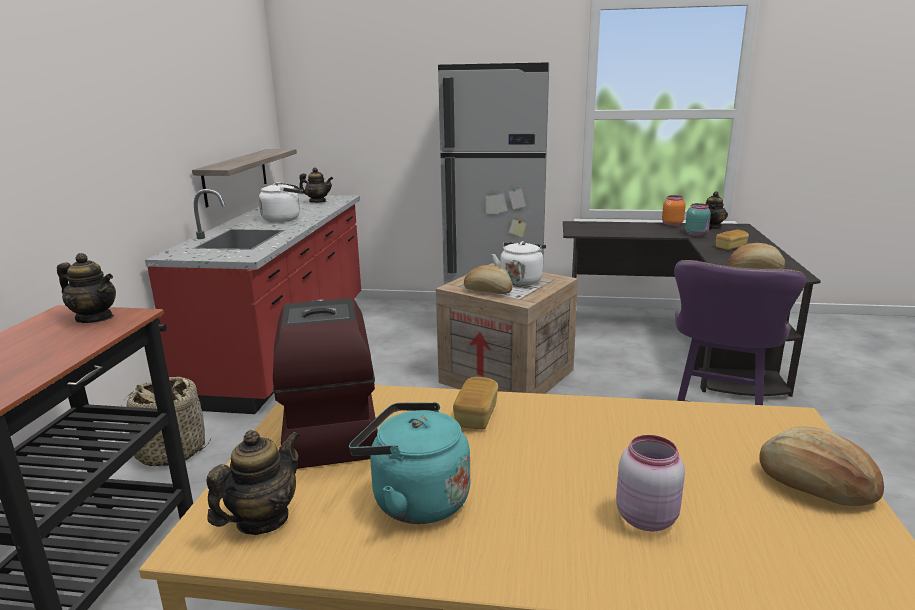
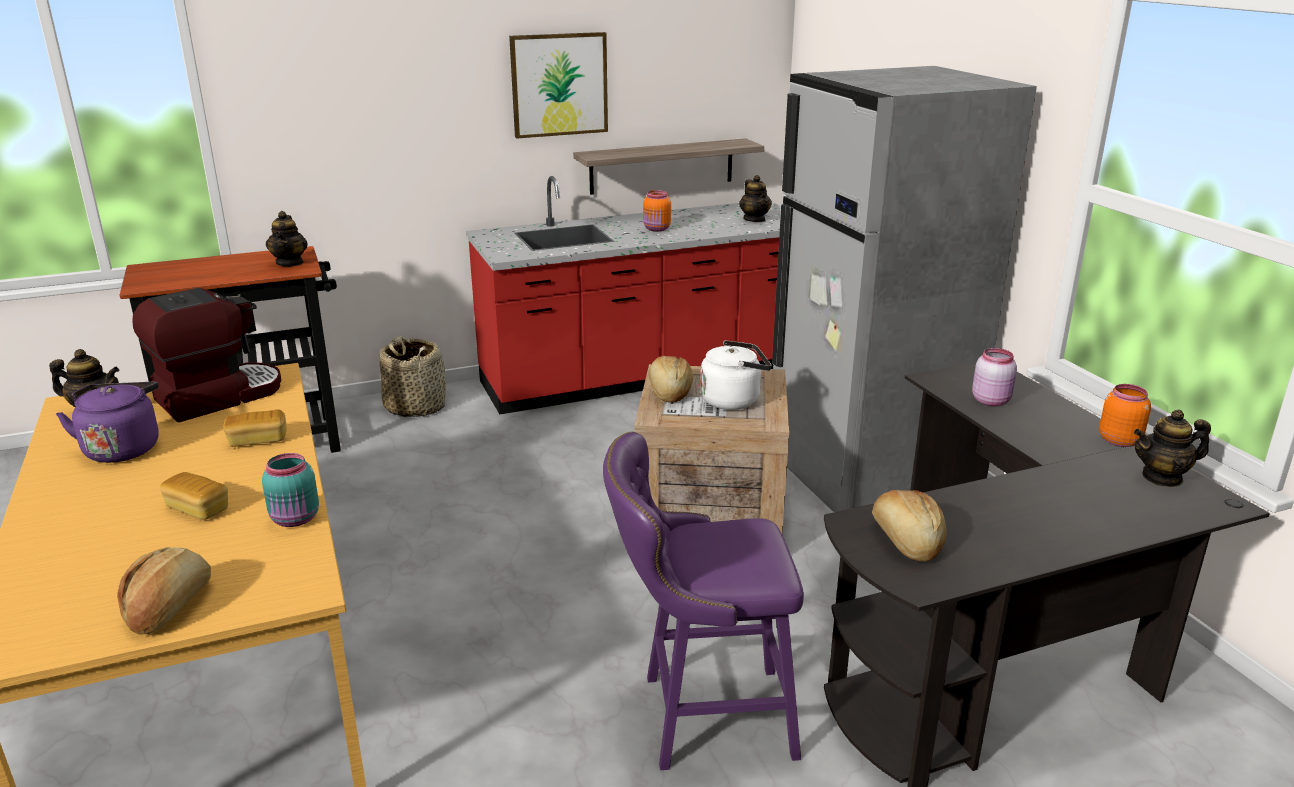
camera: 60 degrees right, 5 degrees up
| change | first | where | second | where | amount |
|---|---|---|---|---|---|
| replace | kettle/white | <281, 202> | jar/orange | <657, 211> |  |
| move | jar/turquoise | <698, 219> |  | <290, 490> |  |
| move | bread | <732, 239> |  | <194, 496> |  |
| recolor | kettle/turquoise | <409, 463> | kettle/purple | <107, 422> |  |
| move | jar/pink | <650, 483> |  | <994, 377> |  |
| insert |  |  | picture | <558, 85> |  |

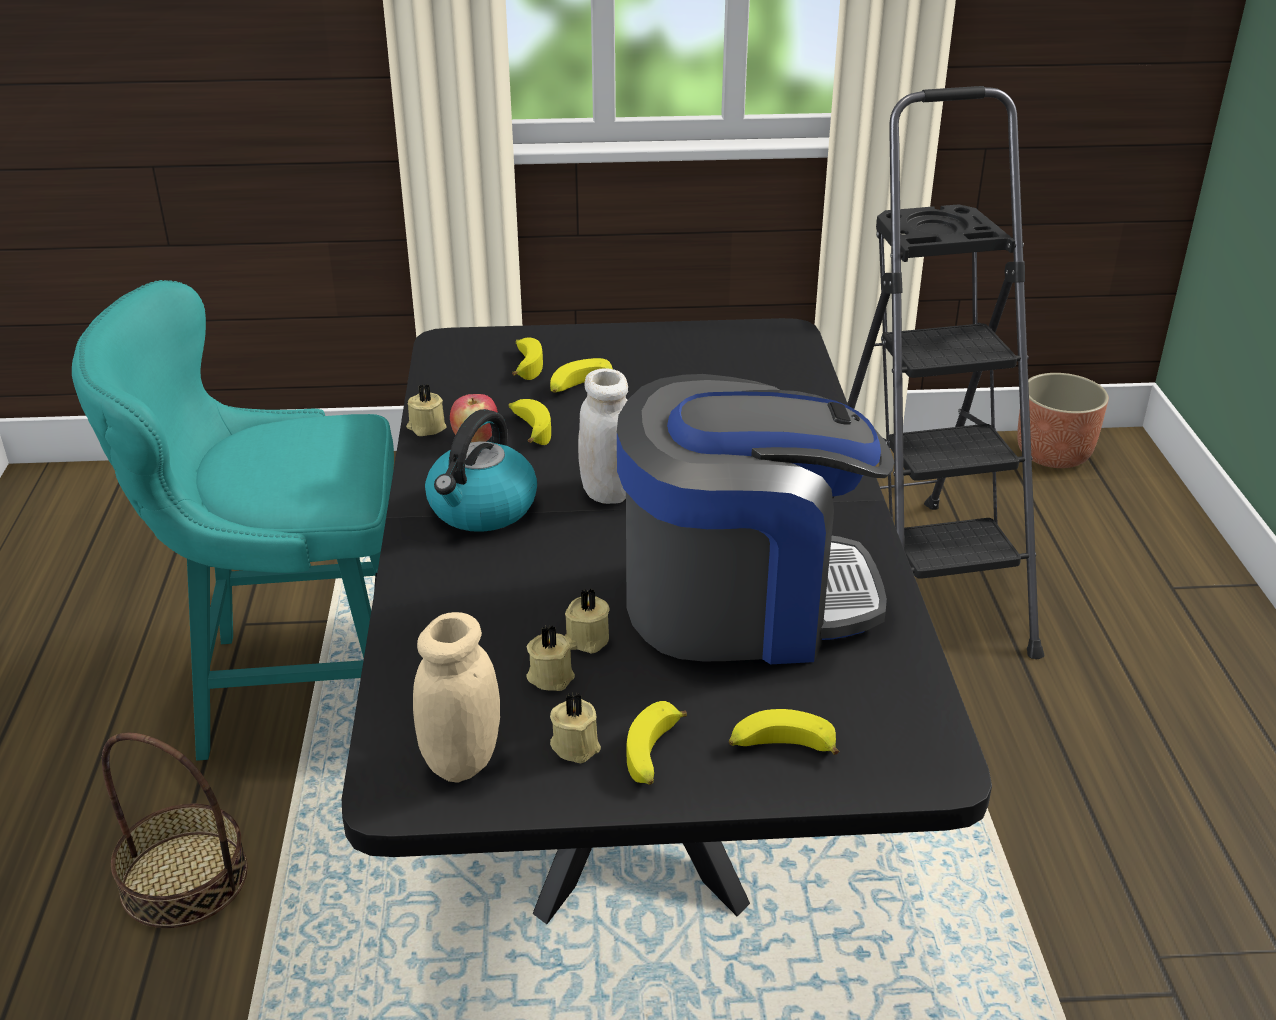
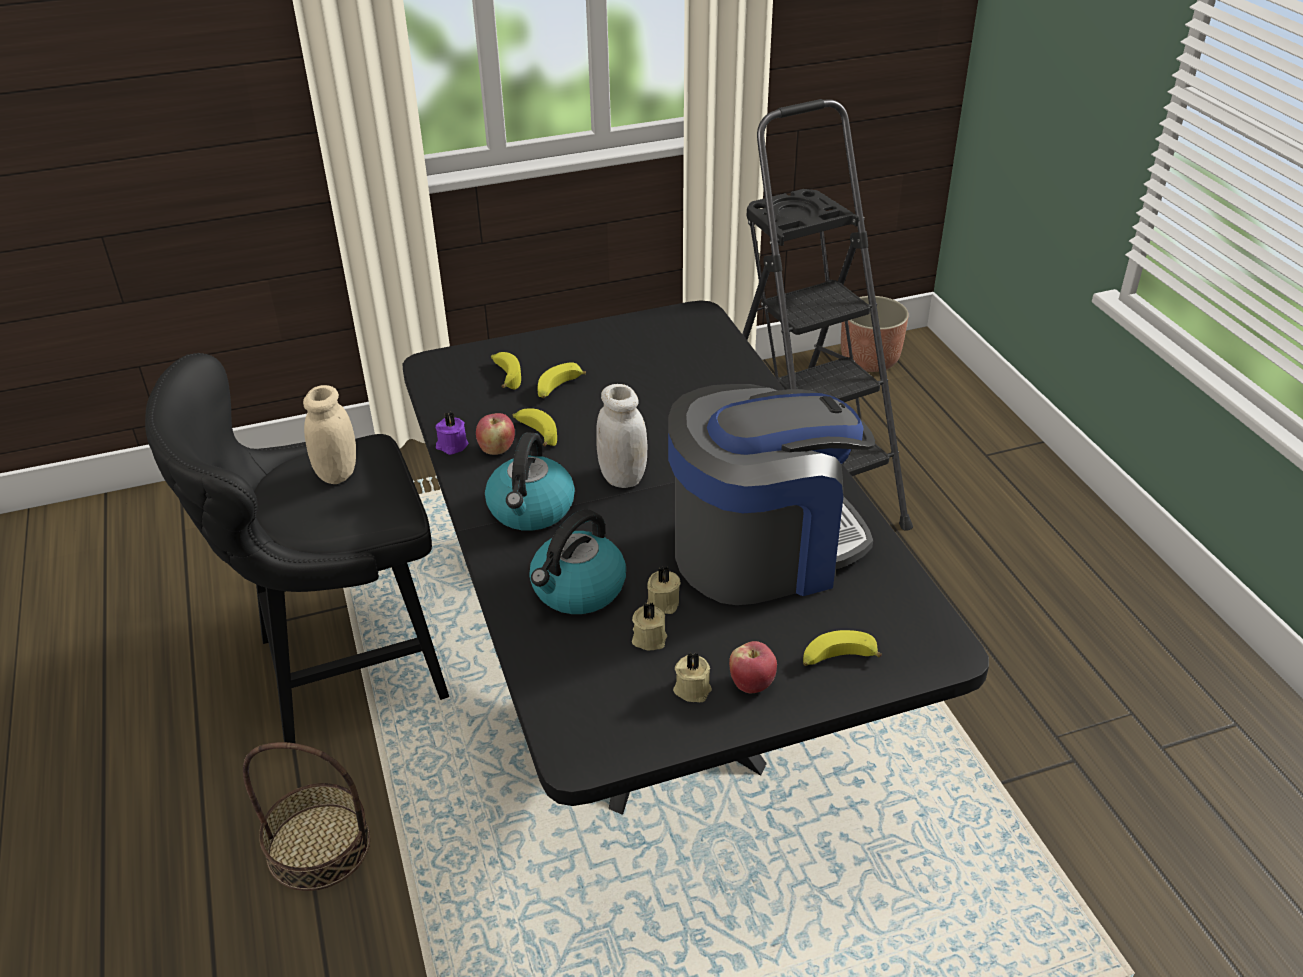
camera: 15 degrees left, 5 degrees up
| change | first | where | second | where | amount |
|---|---|---|---|---|---|
| recolor | stool/turquoise | <233, 520> | stool/black | <297, 548> |  |
| recolor | candle/beige | <426, 410> | candle/purple | <451, 433> |  |
| move | jar/beige | <456, 697> |  | <329, 434> |  |
| replace | banana | <656, 743> | apple | <753, 667> |  |
| insert |  |  | kettle | <577, 561> |  |

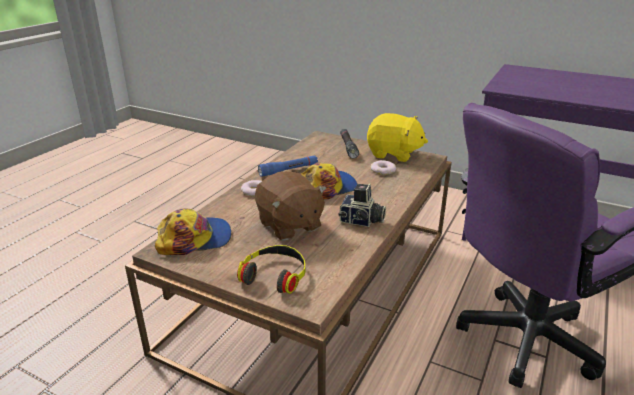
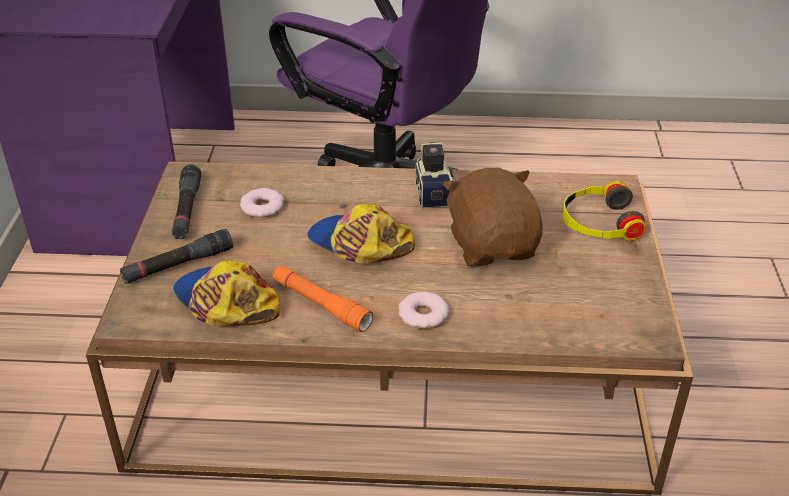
camera: 115 degrees left, 10 degrees up
| change | first | where | second | where | amount |
|---|---|---|---|---|---|
| replace | plush toy/yellow | <397, 137> | flashlight/black | <186, 202> |  |
| recolor | flashlight/blue | <288, 166> | flashlight/orange | <323, 298> |  |
| rotate | plush toy/brown | <291, 206> |  | <493, 217> | 45 degrees counterclockwise |
| move | cap | <193, 231> |  | <226, 293> |  |

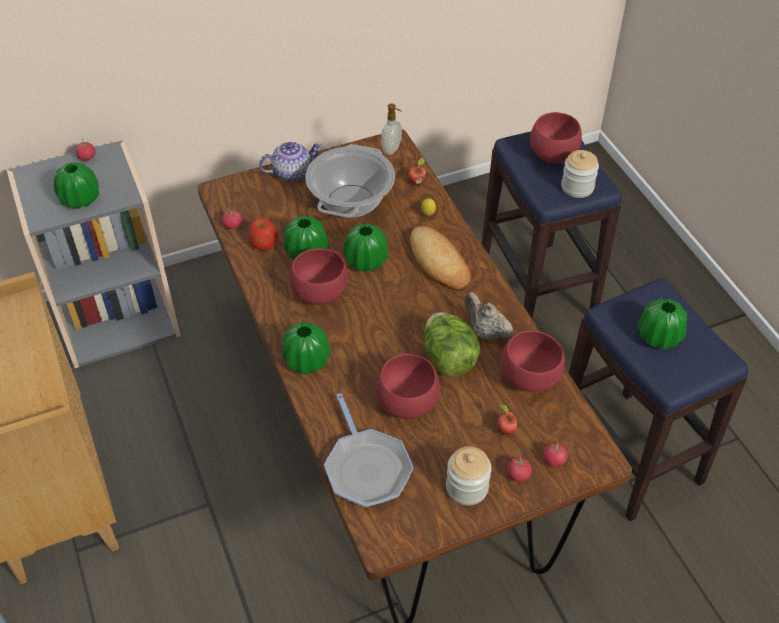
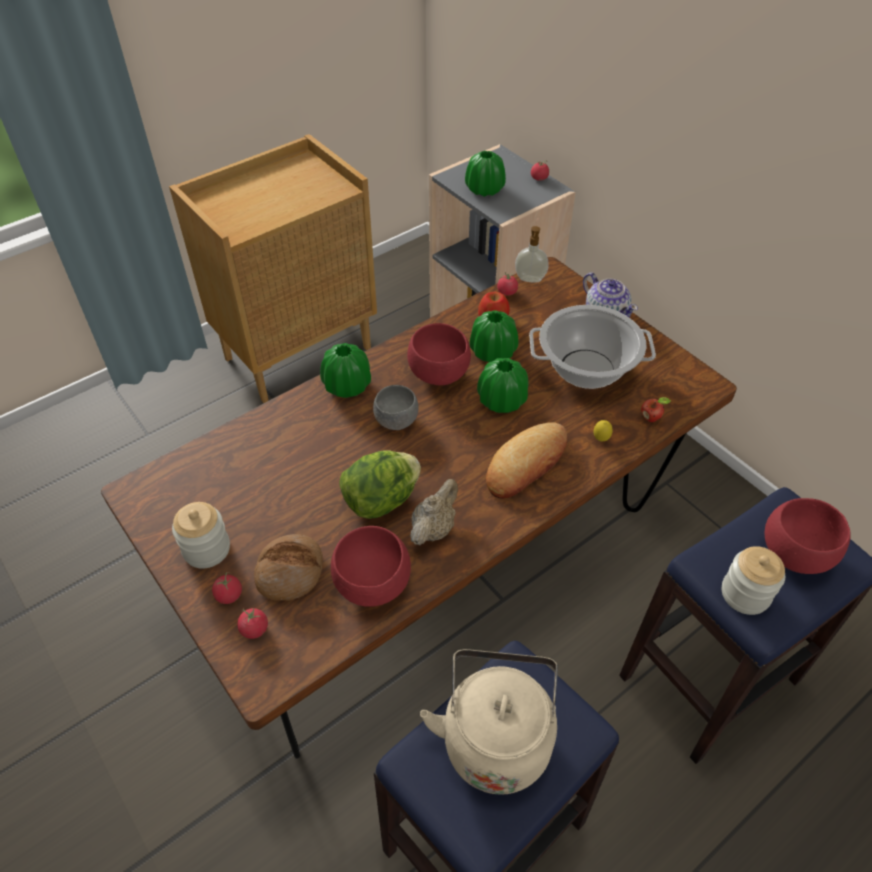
camera: 75 degrees right, 0 degrees up
| change | first | where | second | where | amount |
|---|---|---|---|---|---|
| move | soap dispenser | <391, 129> |  | <532, 254> |  |
| replace | vase/green | <662, 323> | kettle/beige | <489, 722> |  |
| delete | bowl/red | <408, 386> |  |  |  |
| delete | frying pan | <368, 450> |  |  |  |
| replace | apple | <507, 420> | bread | <288, 567> |  |
| insert |  |  | bowl/grey | <396, 407> |  |

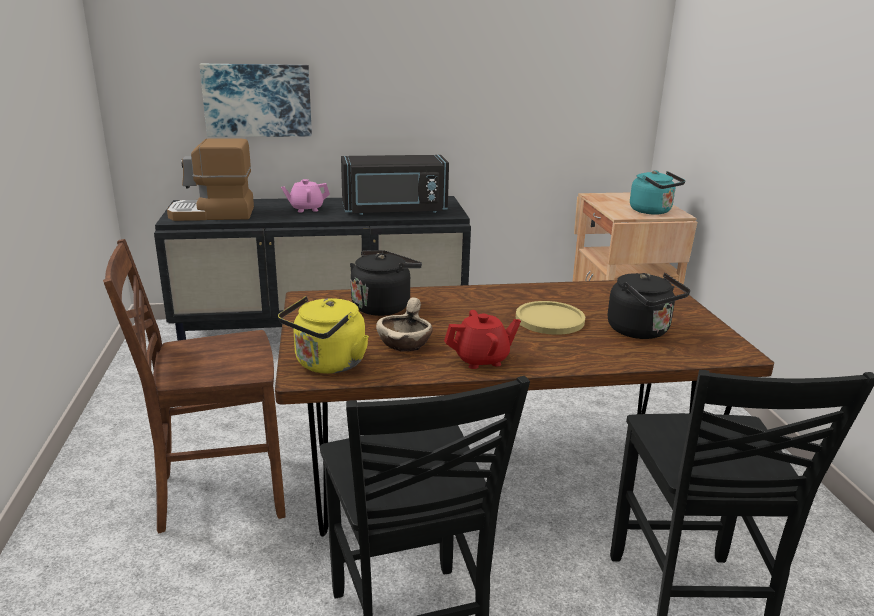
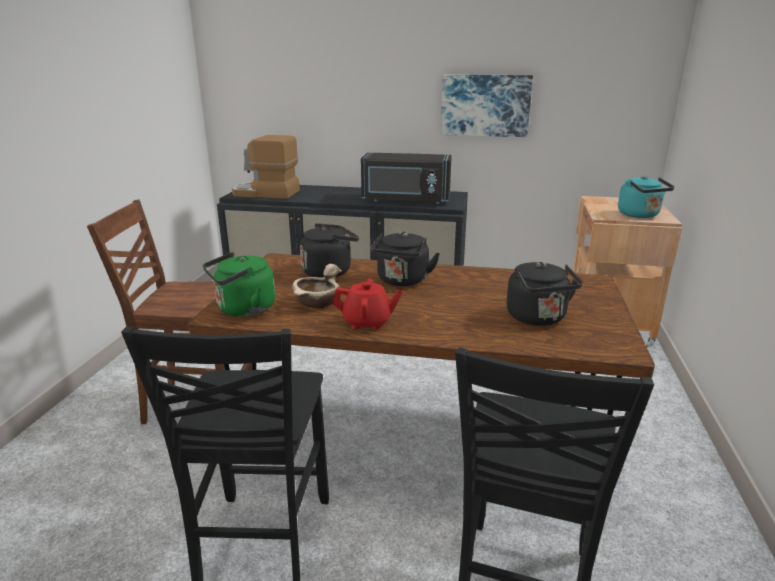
camera: 20 degrees right, 0 degrees up
| change | first | where | second | where | amount |
|---|---|---|---|---|---|
| move | picture | <256, 100> |  | <487, 105> |  |
| delete | teapot/pink | <305, 195> |  |  |  |
| recolor | kettle/yellow | <323, 335> | kettle/green | <239, 284> |  |
| delete | plate/yellow | <550, 318> |  |  |  |
| insert |  |  | kettle/black | <405, 259> |  |

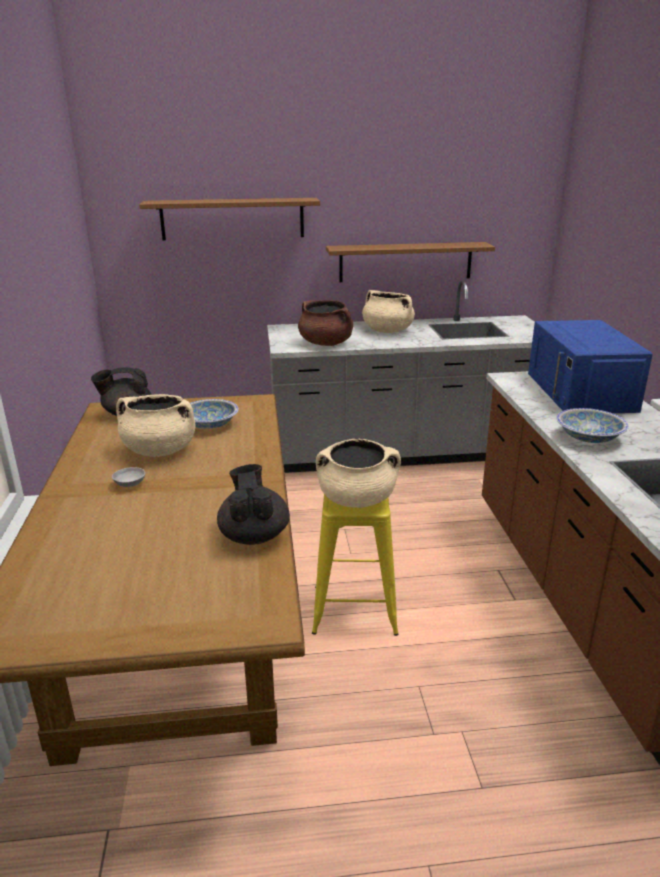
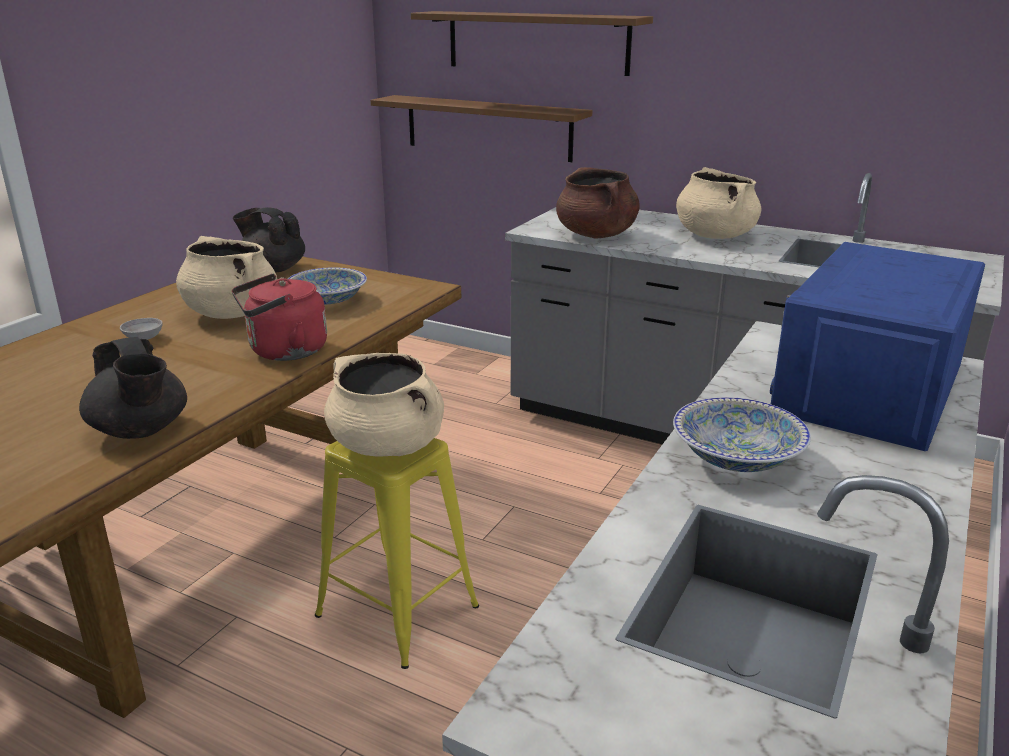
camera: 35 degrees right, 0 degrees up
| change | first | where | second | where | amount |
|---|---|---|---|---|---|
| move | shelf/brown | <410, 262> |  | <481, 128> |  |
| rotate | teapot/black | <253, 504> |  | <133, 388> | 120 degrees clockwise |
| insert |  |  | kettle/red | <279, 317> |  |

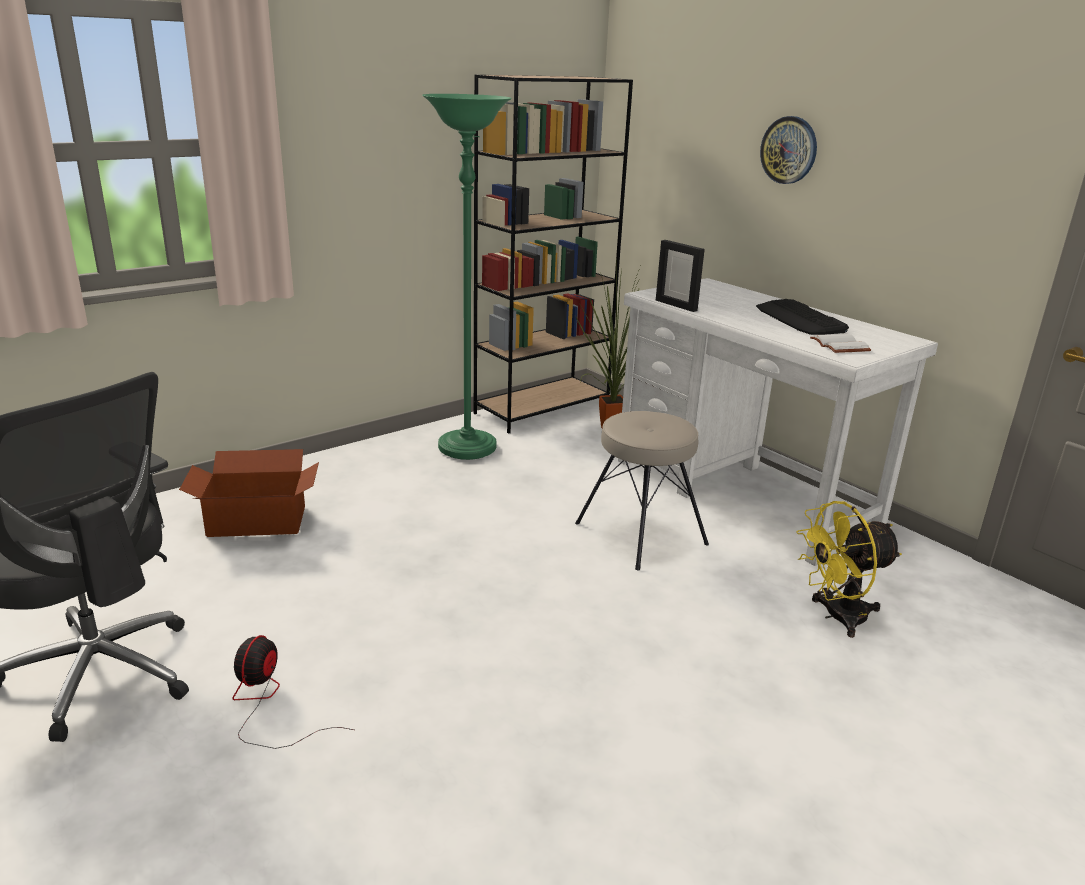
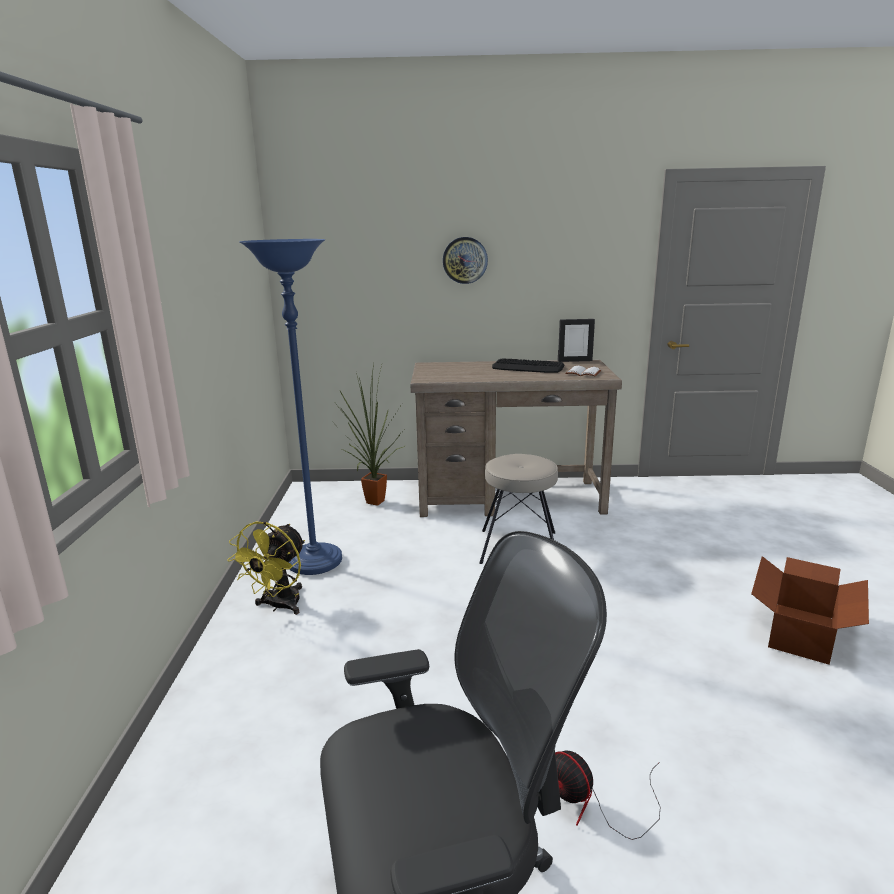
camera: 50 degrees left, 5 degrees down
| change | first | where | second | where | amount |
|---|---|---|---|---|---|
| delete | bookcase/beige | <553, 254> |  |  |  |
| recolor | floor lamp/green | <467, 277> | floor lamp/blue | <290, 407> |  |
| move | picture frame | <680, 276> |  | <576, 340> |  |
| recolor | desk/white | <778, 422> | desk/brown | <516, 438> |  |
| move | cardboard box | <249, 493> |  | <810, 610> |  |
| move | fan/yellow | <849, 569> |  | <266, 568> |  |

